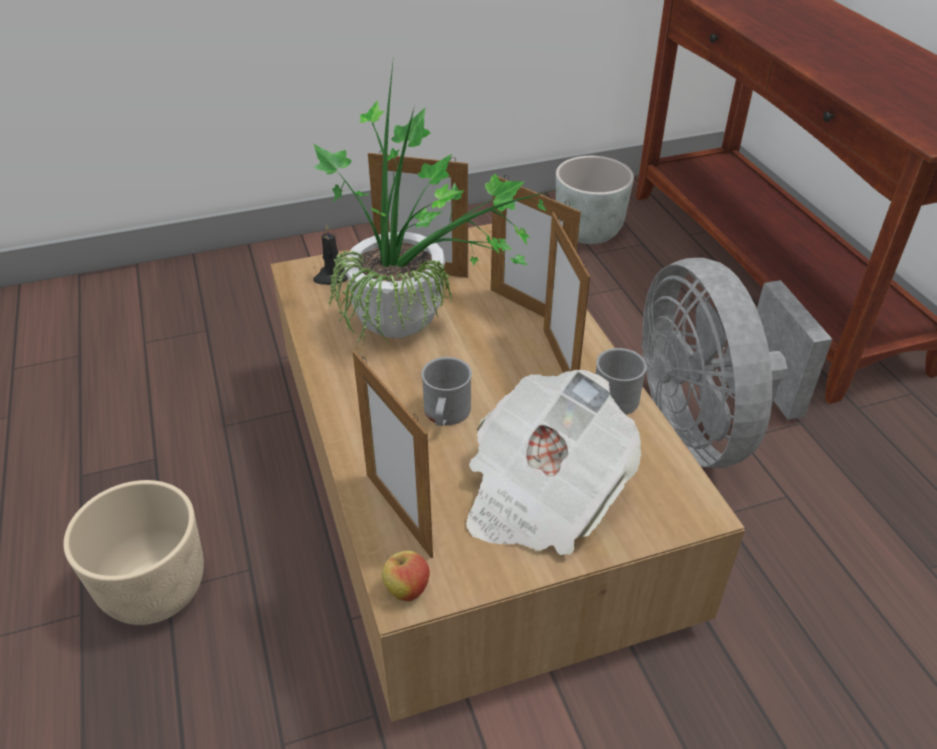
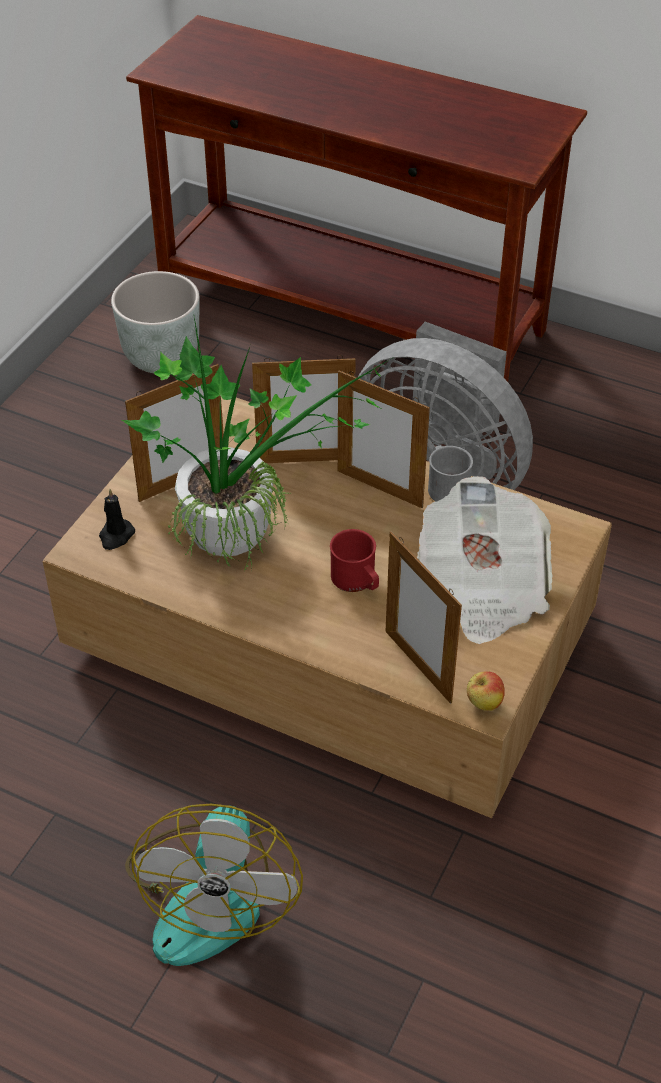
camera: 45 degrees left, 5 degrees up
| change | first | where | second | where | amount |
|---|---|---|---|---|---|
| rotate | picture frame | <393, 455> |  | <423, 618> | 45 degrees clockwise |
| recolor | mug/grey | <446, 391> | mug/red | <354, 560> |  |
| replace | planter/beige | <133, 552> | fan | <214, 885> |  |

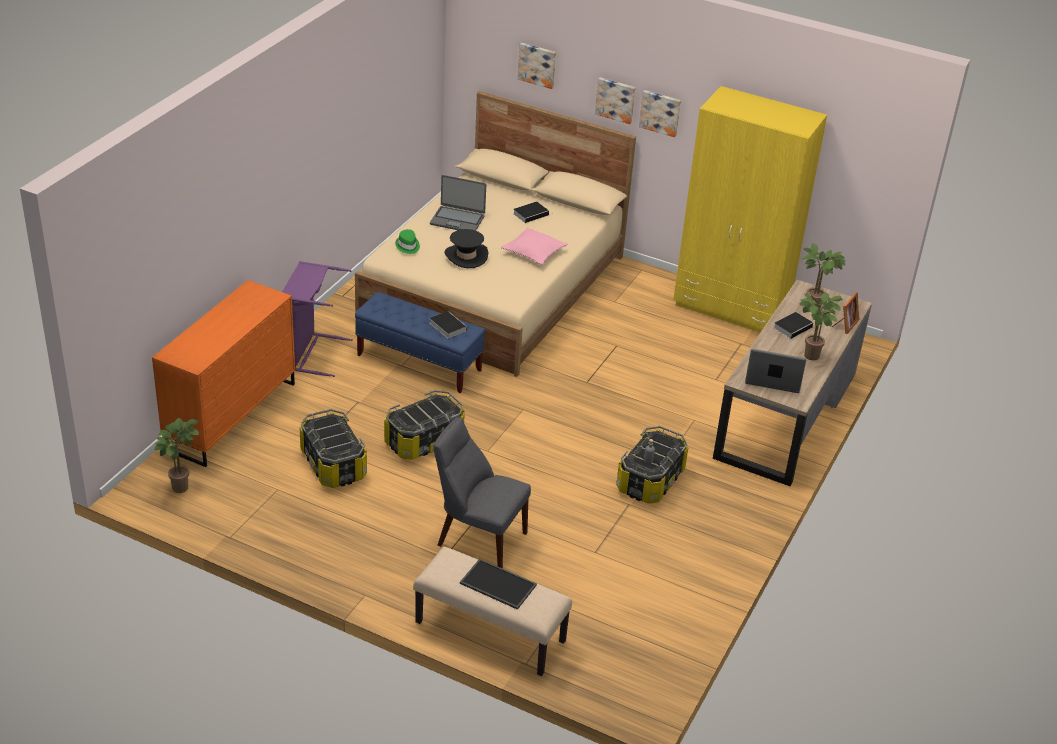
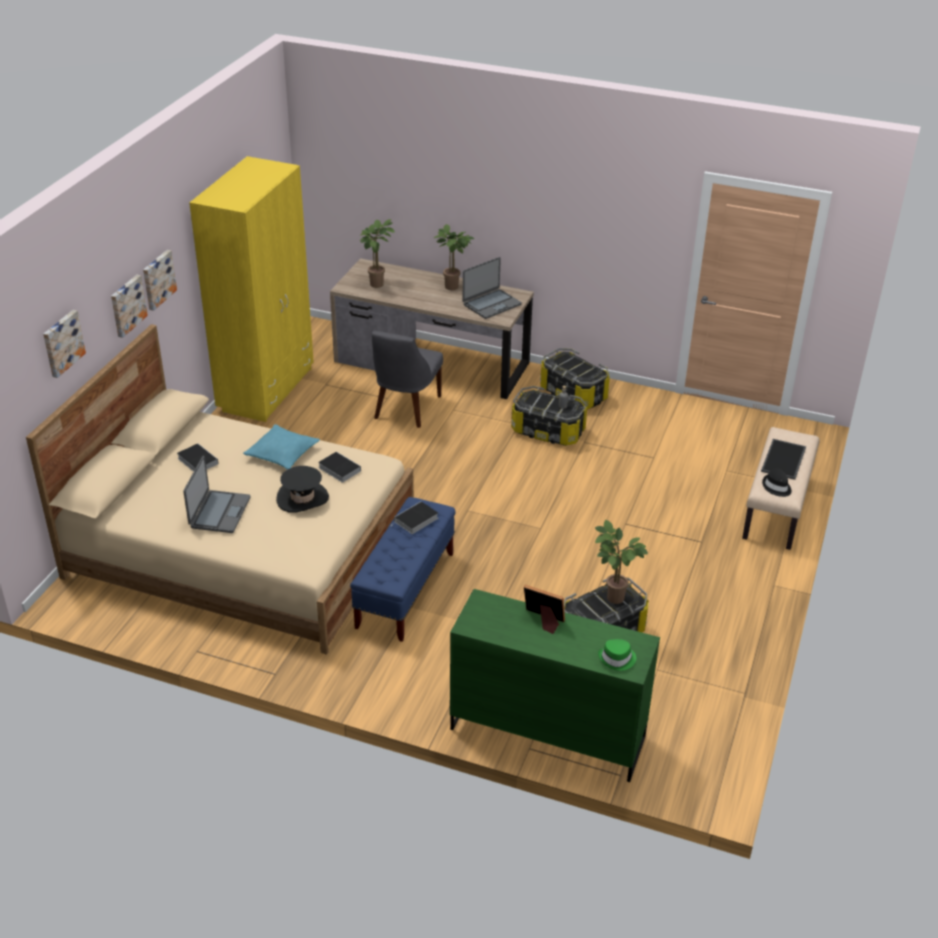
camera: 95 degrees left, 0 degrees up
| change | first | where | second | where | amount |
|---|---|---|---|---|---|
| recolor | pillow/pink | <534, 246> | pillow/turquoise | <281, 446> |  |
| move | hat/green | <407, 241> |  | <617, 655> |  |
| delete | laundry basket/purple | <317, 319> |  |  |  |
| recolor | dresser/orange | <223, 373> | dresser/green | <555, 685> |  |
| move | picture frame | <845, 313> |  | <544, 609> |  |
| move | book | <793, 325> |  | <339, 467> |  |
| rotate | laptop | <775, 371> |  | <492, 288> | 135 degrees counterclockwise |
| move | storage box | <424, 425> |  | <575, 378> |  |
| move | chair/grey | <482, 493> |  | <407, 379> |  |
| move | potted plant | <176, 455> |  | <621, 562> |  |
| insert |  |  | hat/black | <776, 482> |  |

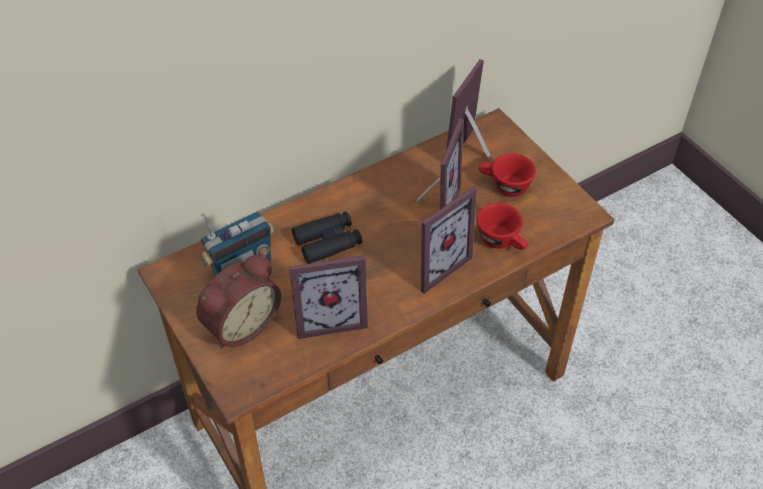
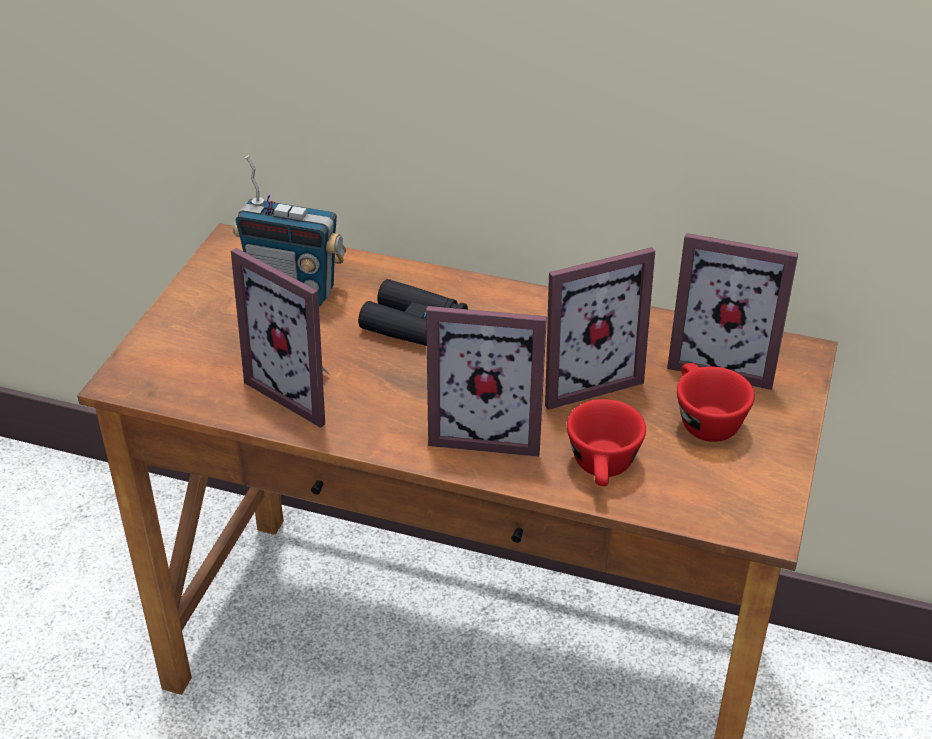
camera: 50 degrees right, 10 degrees down
| change | first | where | second | where | amount |
|---|---|---|---|---|---|
| rotate | picture frame | <468, 109> |  | <732, 311> | 150 degrees counterclockwise |
| delete | alarm clock | <238, 301> |  |  |  |

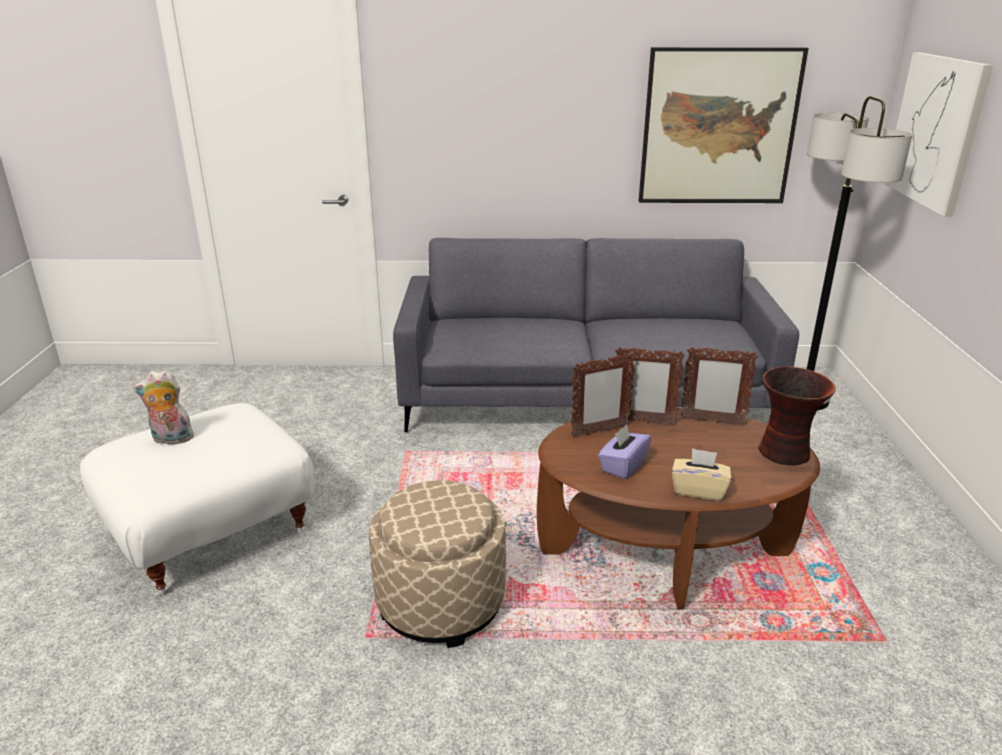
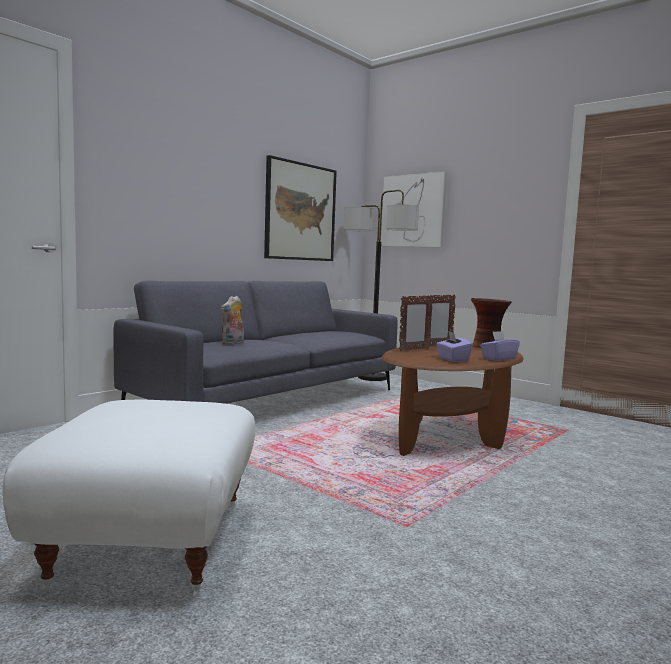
camera: 50 degrees left, 20 degrees down
| change | first | where | second | where | amount |
|---|---|---|---|---|---|
| delete | picture frame | <603, 395> |  |  |  |
| move | plush toy | <165, 407> |  | <232, 320> |  |
| recolor | tissue box/beige | <701, 474> | tissue box/purple | <500, 346> |  |
| delete | ottoman/beige | <437, 564> |  |  |  |

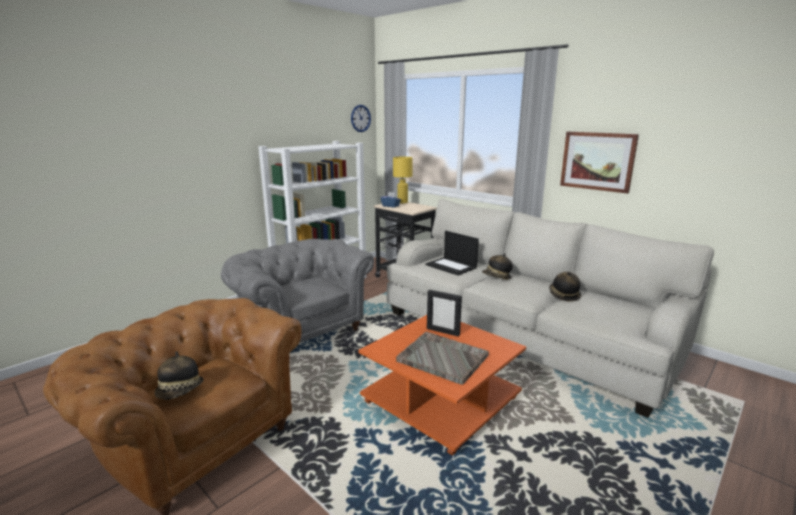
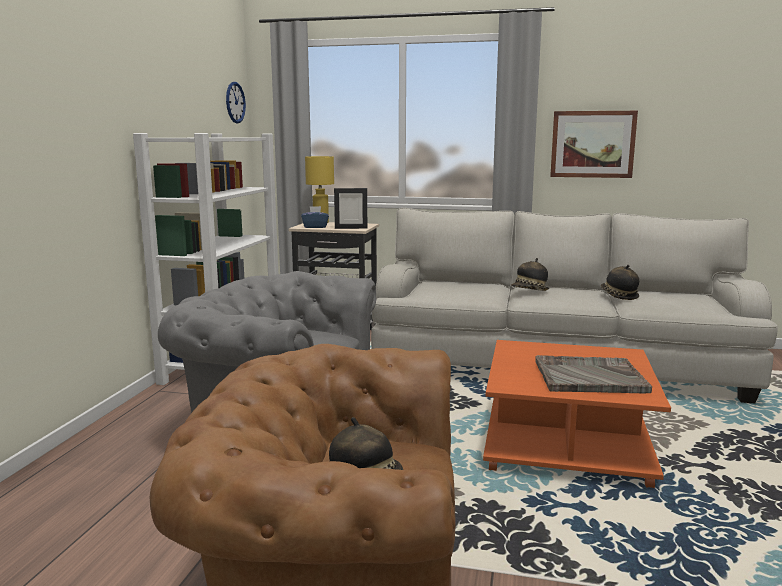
camera: 30 degrees left, 5 degrees down
| change | first | where | second | where | amount |
|---|---|---|---|---|---|
| delete | laptop | <452, 253> |  |  |  |
| move | picture frame | <444, 313> |  | <350, 208> |  |

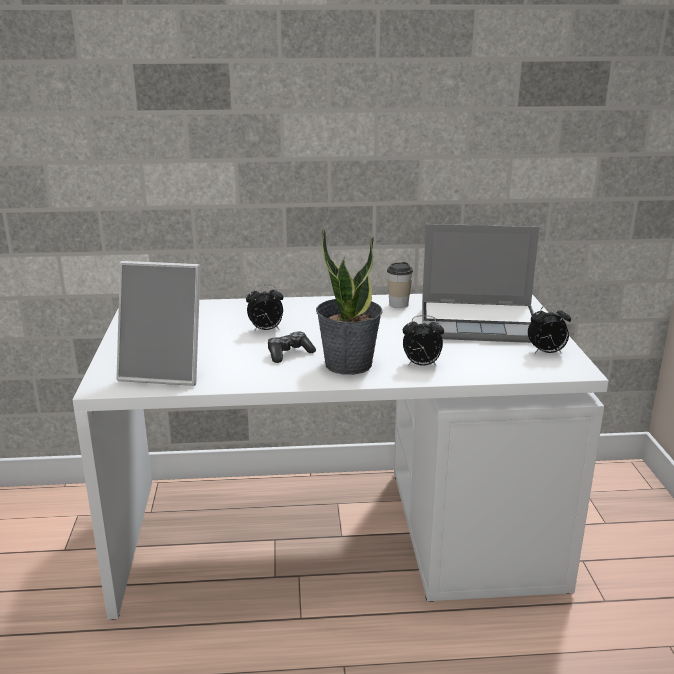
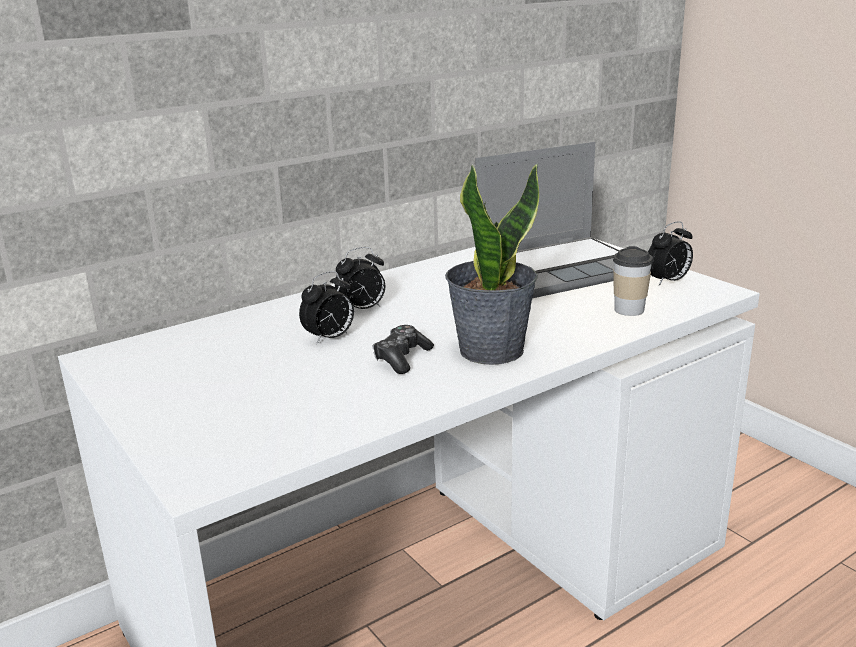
camera: 30 degrees left, 0 degrees up
| change | first | where | second | where | amount |
|---|---|---|---|---|---|
| delete | picture frame | <158, 323> |  |  |  |
| move | cup | <400, 285> |  | <633, 281> |  |
| move | alarm clock | <423, 340> |  | <360, 278> |  |

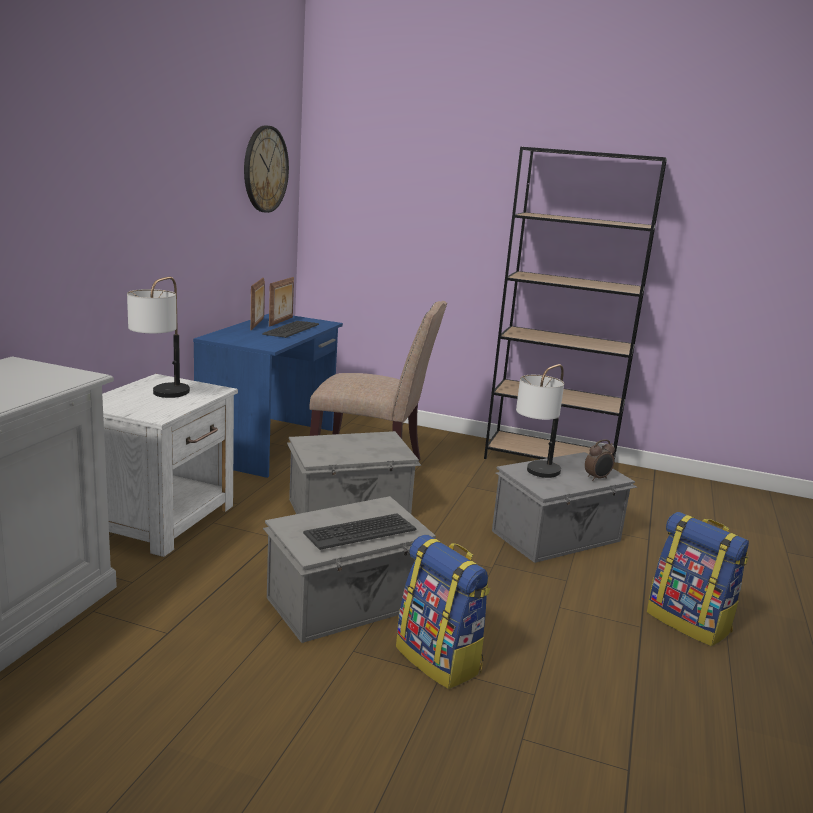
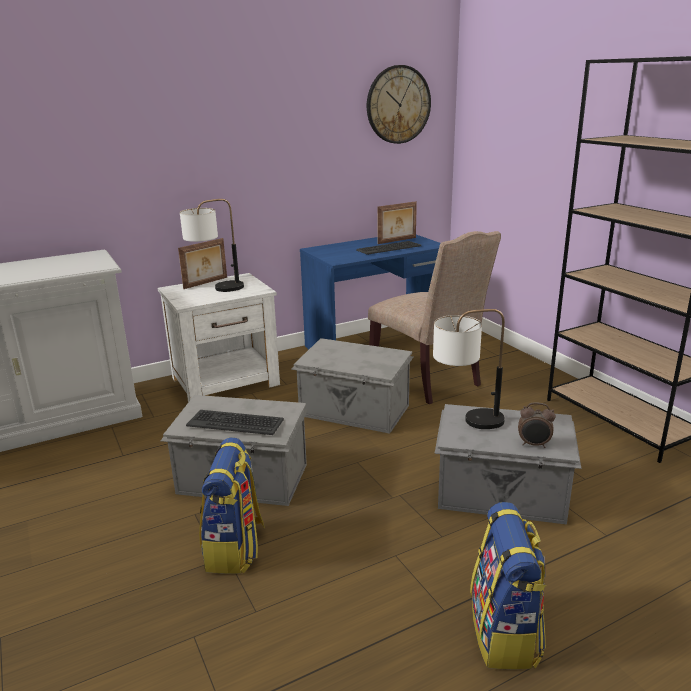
camera: 45 degrees right, 5 degrees up
| change | first | where | second | where | amount |
|---|---|---|---|---|---|
| move | picture frame | <257, 304> |  | <202, 263> |  |

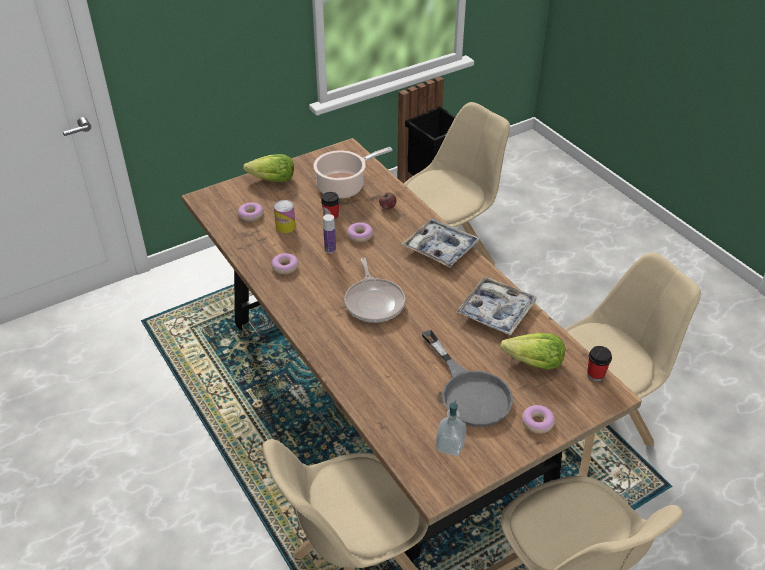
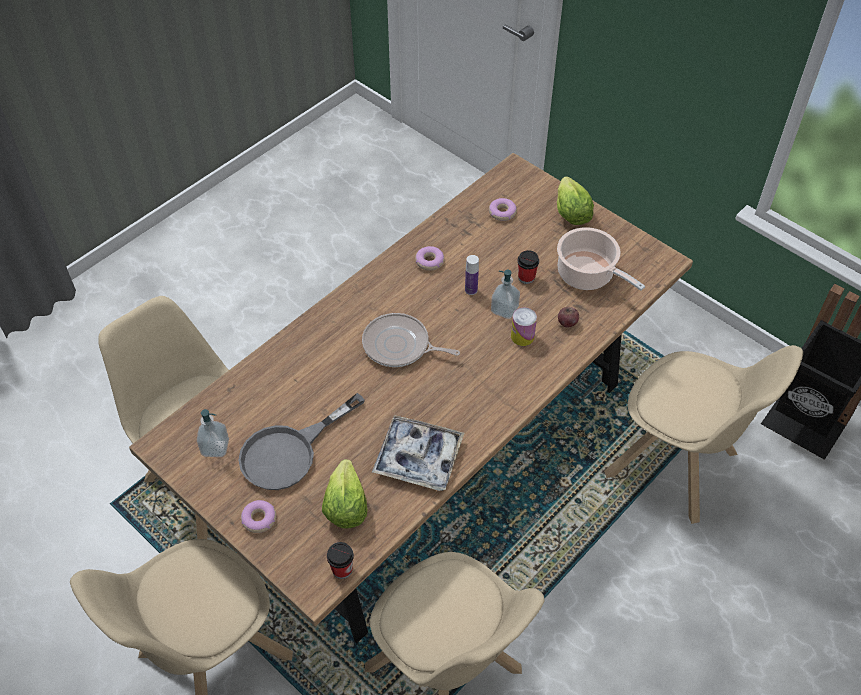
camera: 75 degrees right, 10 degrees up
| change | first | where | second | where | amount |
|---|---|---|---|---|---|
| move | can | <285, 216> |  | <524, 326> |  |
| delete | tray | <440, 243> |  |  |  |
| replace | donut | <360, 232> | soap dispenser | <505, 294> |  |
| rotate | frying pan | <374, 290> |  | <411, 340> | 45 degrees clockwise |

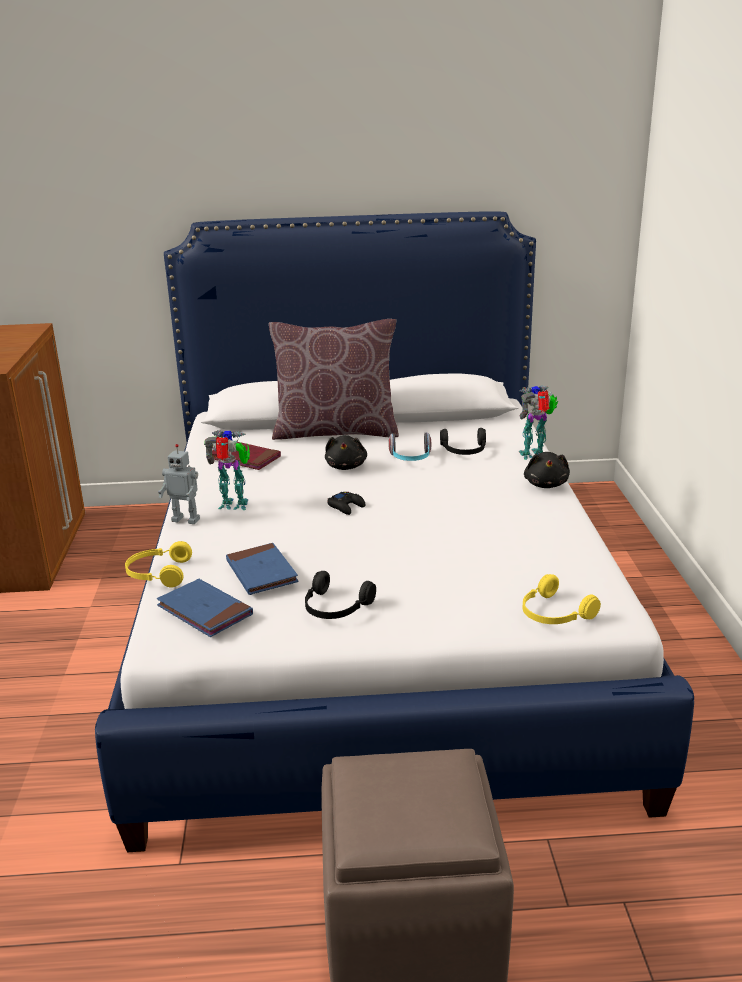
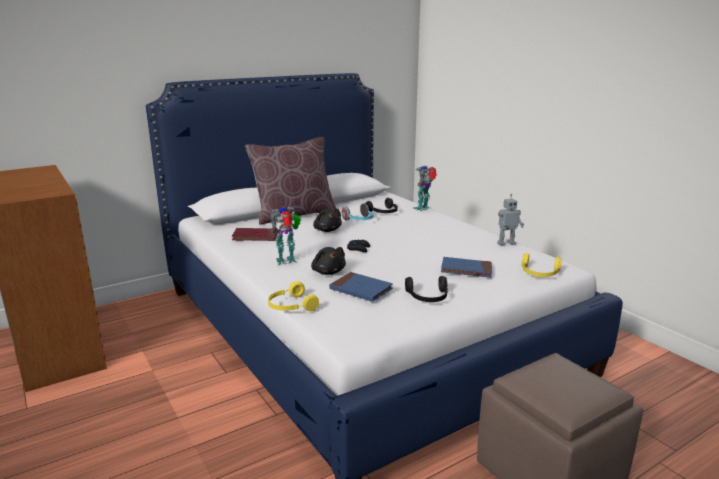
camera: 30 degrees left, 5 degrees down
| change | first | where | second | where | amount |
|---|---|---|---|---|---|
| move | toy robot | <179, 484> |  | <510, 220> |  |
| move | plush toy/black | <547, 470> |  | <328, 261> |  |
| move | book/blue | <205, 608> |  | <466, 267> |  |

